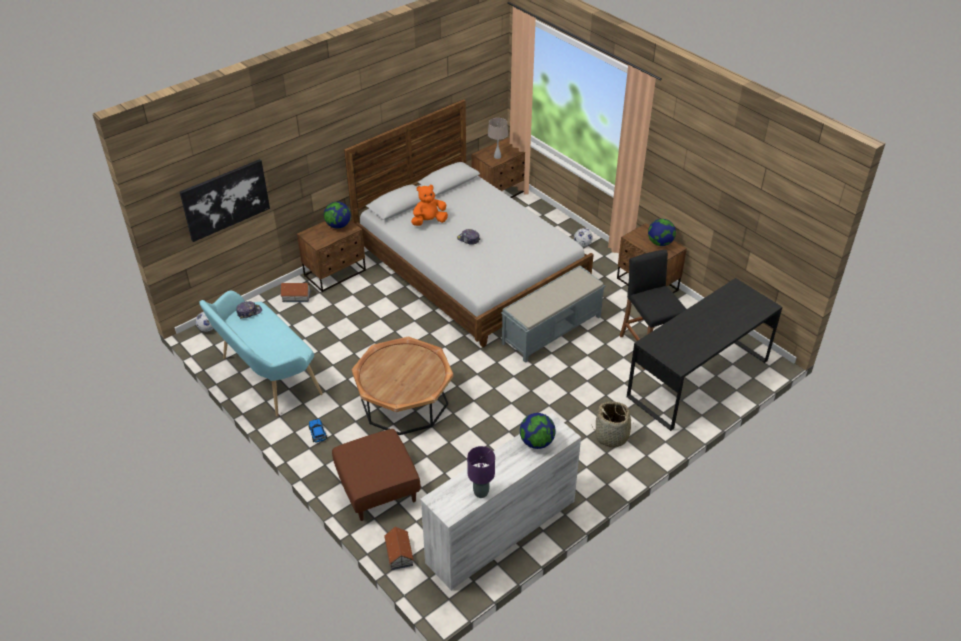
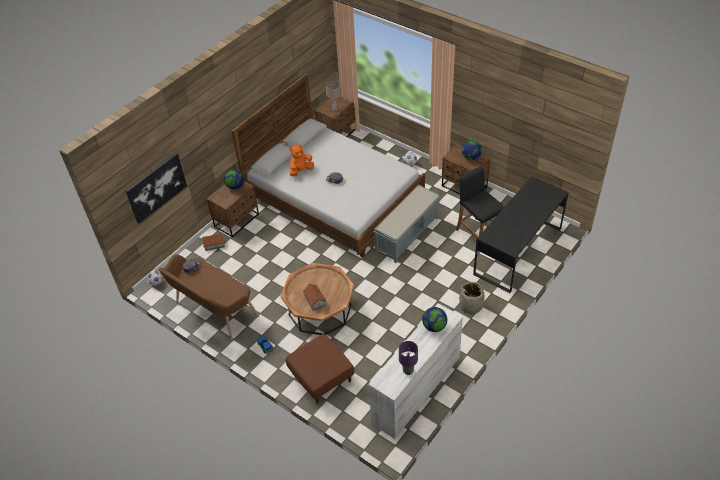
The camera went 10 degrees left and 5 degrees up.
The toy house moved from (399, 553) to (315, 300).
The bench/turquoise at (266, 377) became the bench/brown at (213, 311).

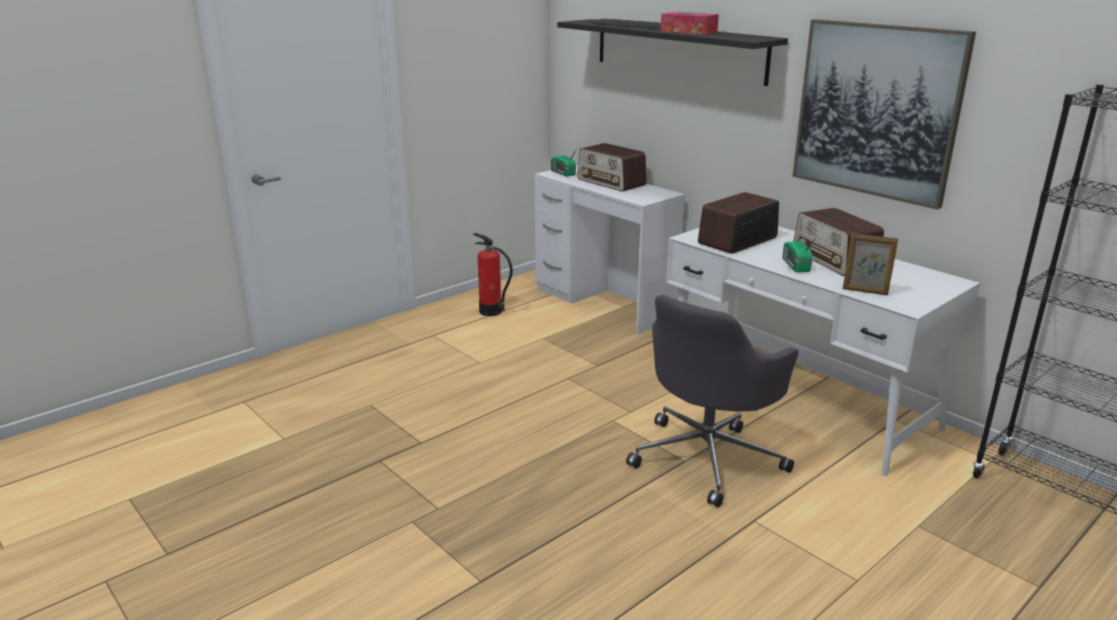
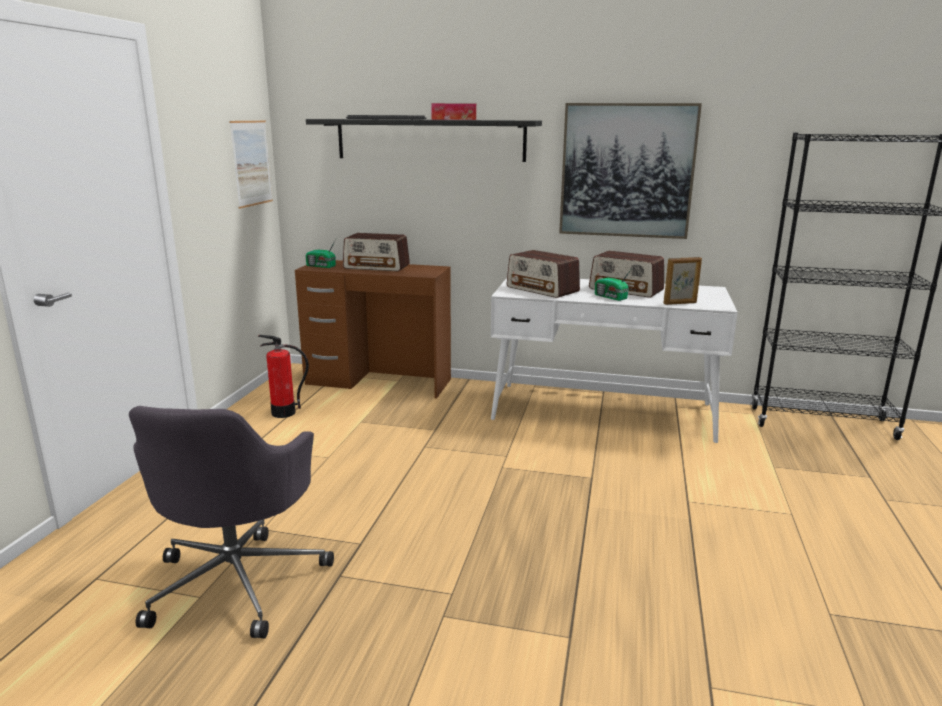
The camera went 35 degrees left and 5 degrees down.
The picture at (251, 163) appeared.
The office chair/grey moved from (708, 457) to (238, 580).
The desk/white at (604, 303) became the desk/brown at (378, 382).
The radio at (737, 240) turned 60 degrees counterclockwise.

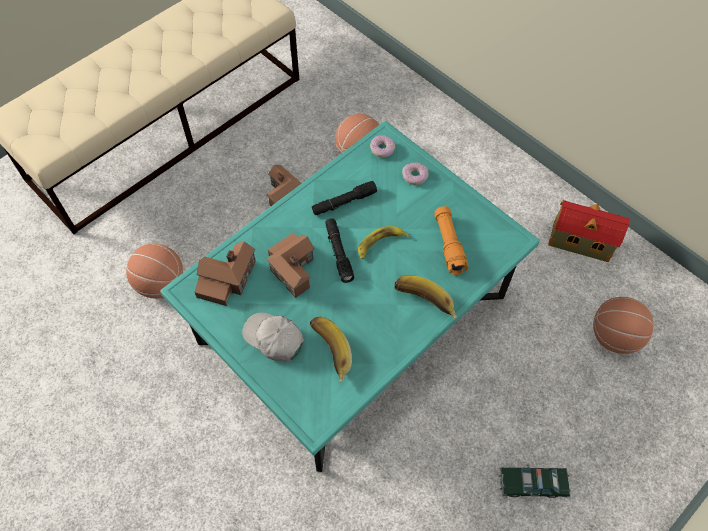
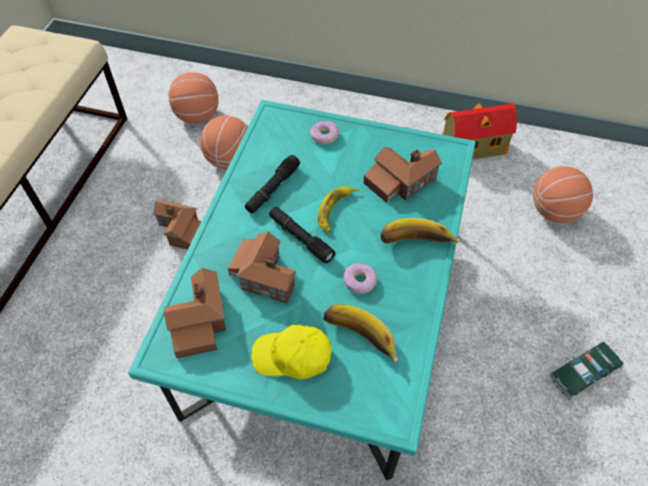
The camera went 30 degrees left and 5 degrees down.
The basketball moved from (160, 283) to (197, 116).
The donut moved from (382, 149) to (360, 281).
The flashlight/orange at (449, 245) was replaced by the toy house at (400, 181).
The cap/white at (274, 339) became the cap/yellow at (293, 356).

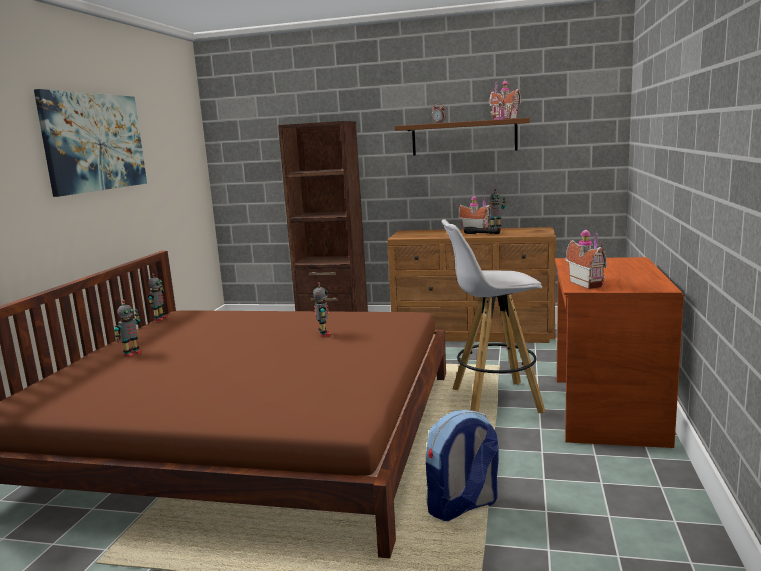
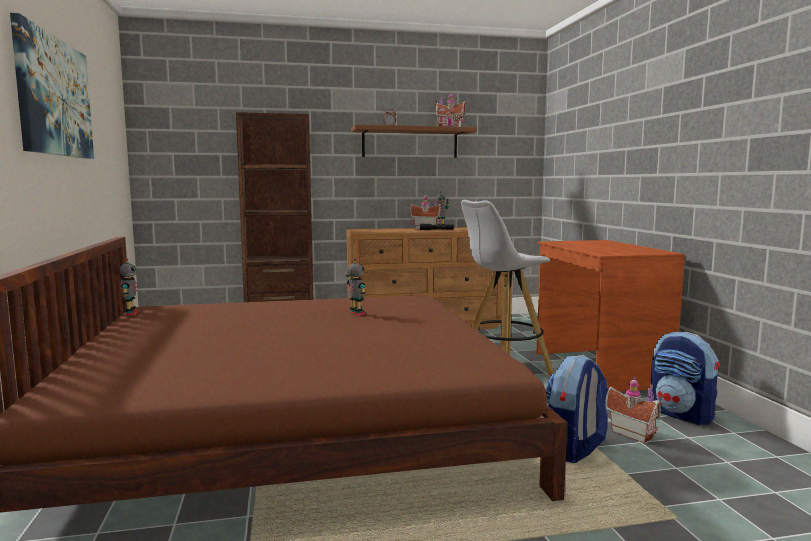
The camera went 25 degrees left and 5 degrees down.
The toy robot at (132, 354) disappeared.
The backpack at (682, 414) appeared.
The toy house moved from (588, 284) to (633, 433).

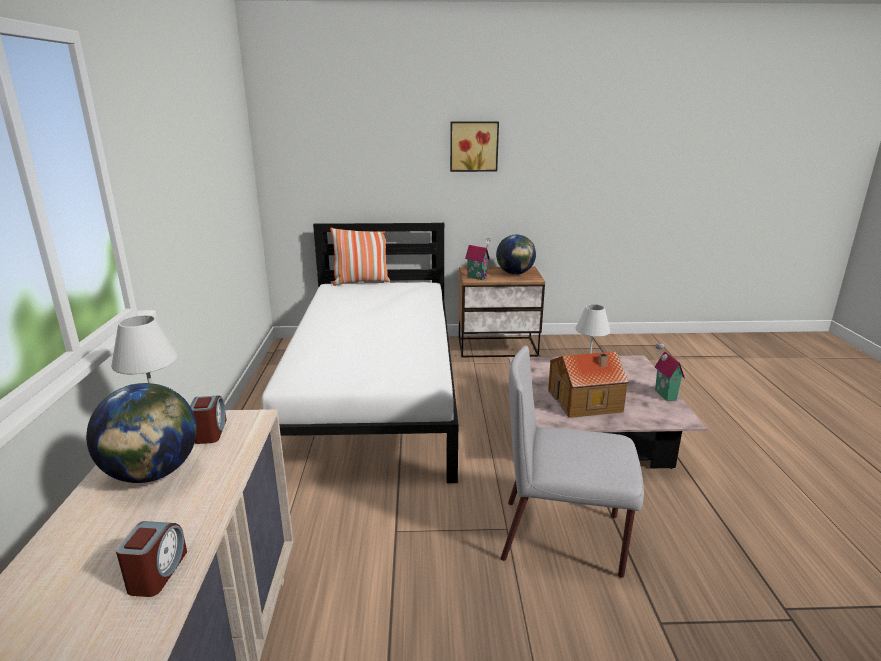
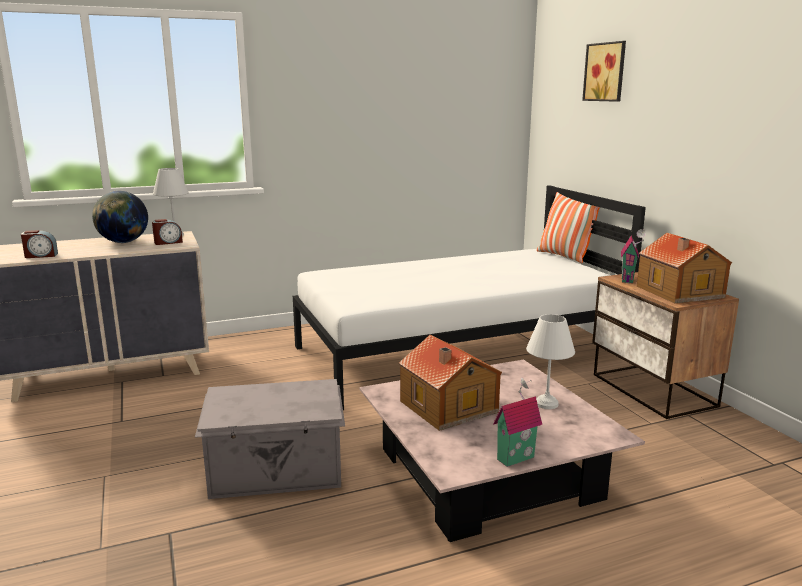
The camera went 70 degrees right and 5 degrees down.
The picture moved from (473, 146) to (606, 72).
The globe at (515, 273) was replaced by the toy house at (679, 292).
The chair/grey at (564, 537) was replaced by the storage box/grey at (277, 472).

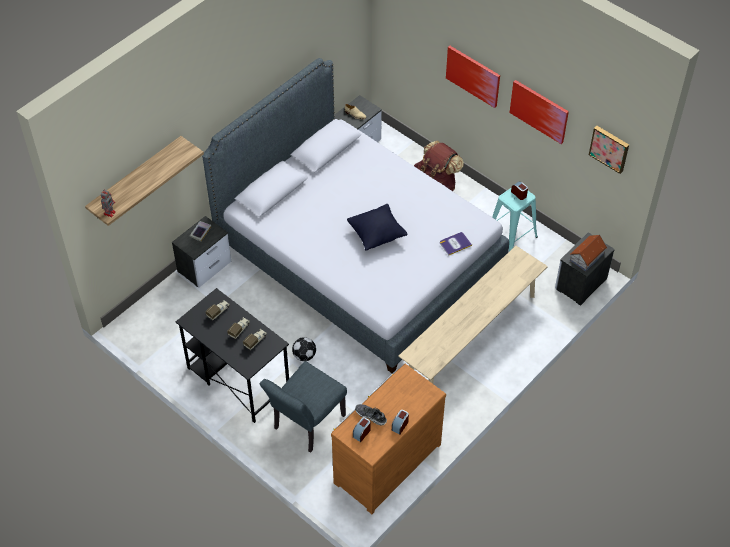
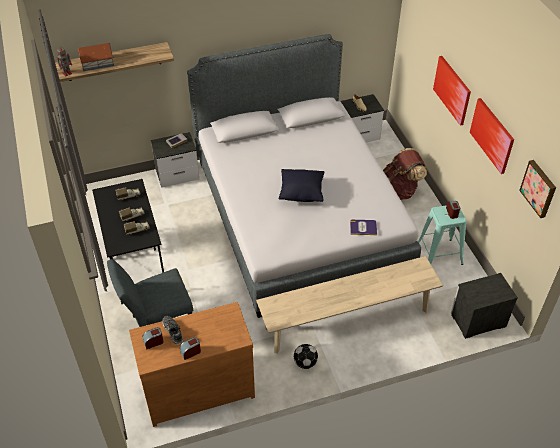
The camera went 30 degrees right and 5 degrees down.
The football moved from (304, 356) to (305, 363).
The toy house moved from (586, 257) to (97, 62).

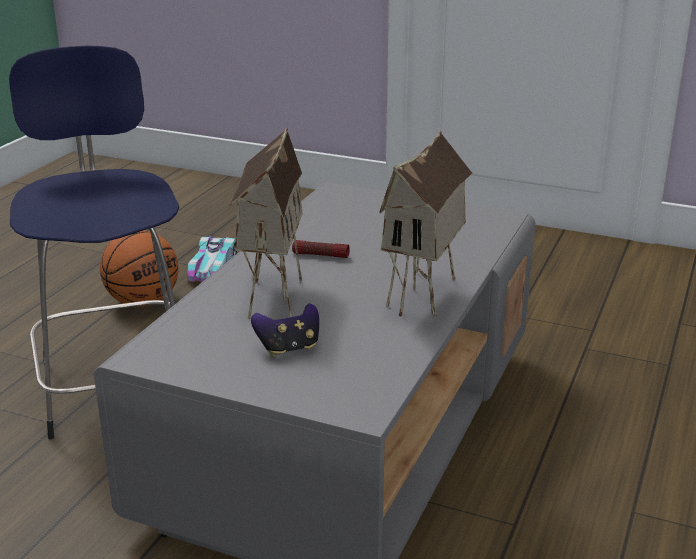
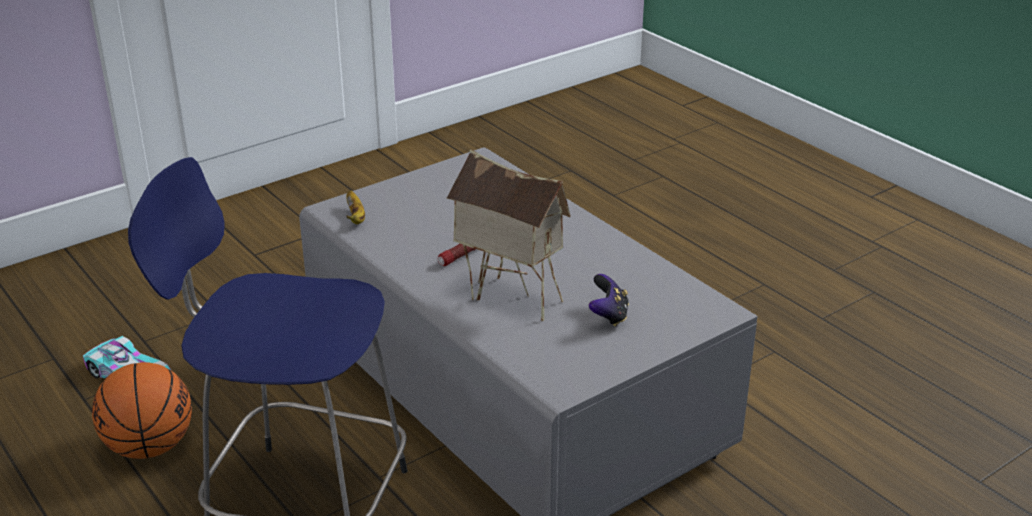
The camera went 60 degrees left and 5 degrees up.
The toy house at (425, 297) disappeared.
The banana at (356, 217) appeared.

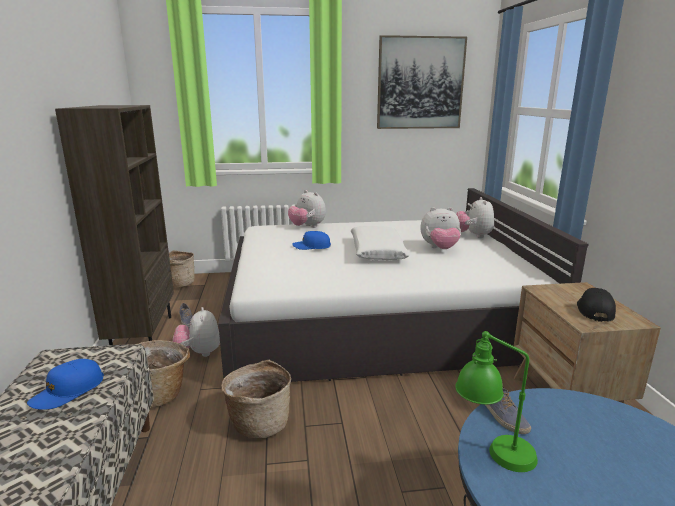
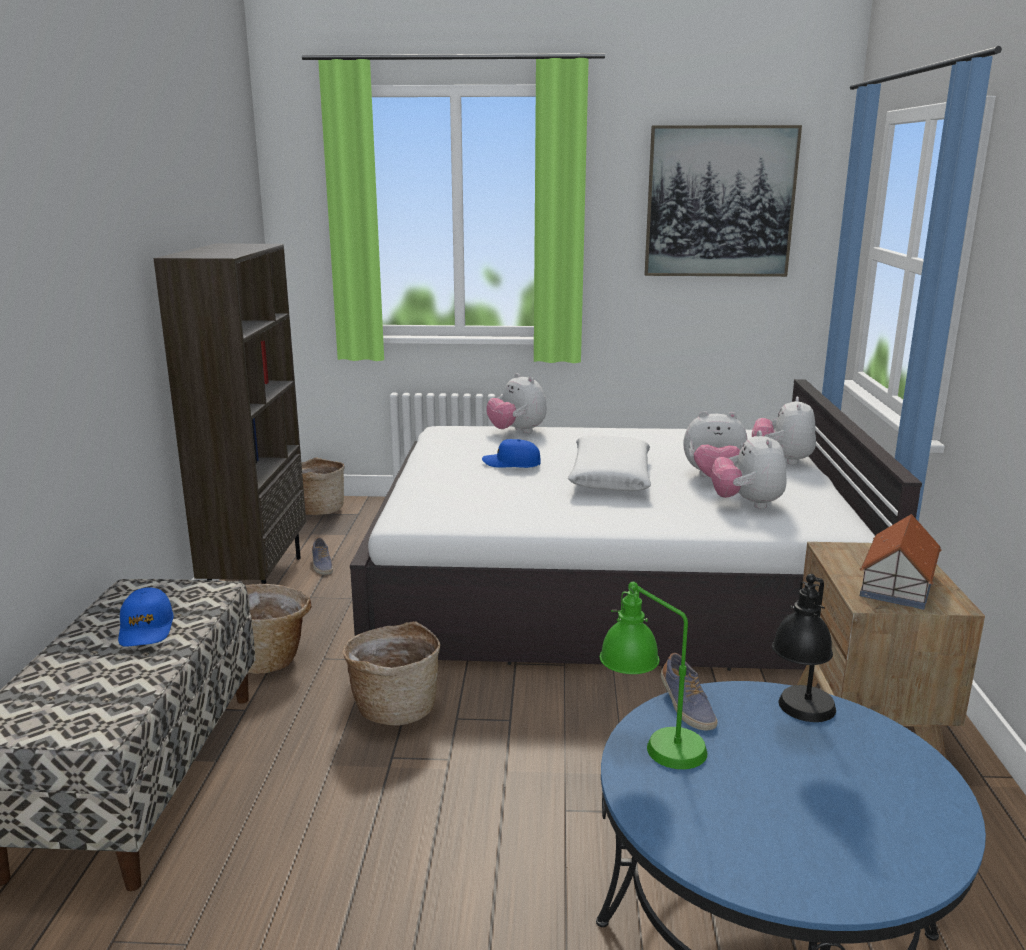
The camera went 10 degrees right and 0 degrees up.
The table lamp/black at (800, 718) appeared.
The plush toy moved from (199, 353) to (747, 504).
The cap/black at (594, 310) was replaced by the toy house at (896, 585).
The cap/blue at (68, 391) turned 60 degrees counterclockwise.

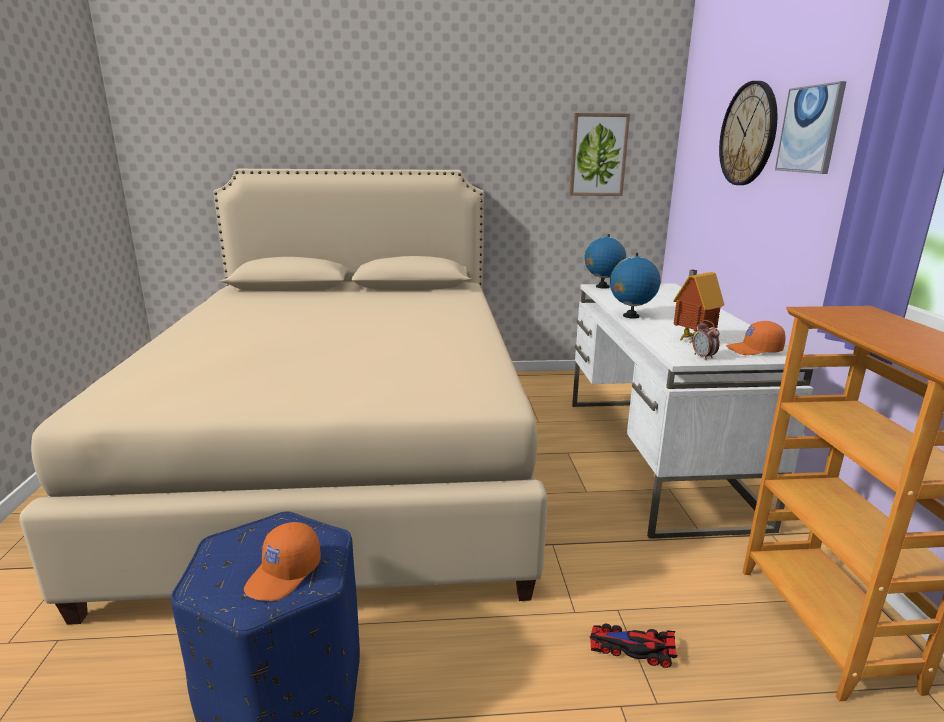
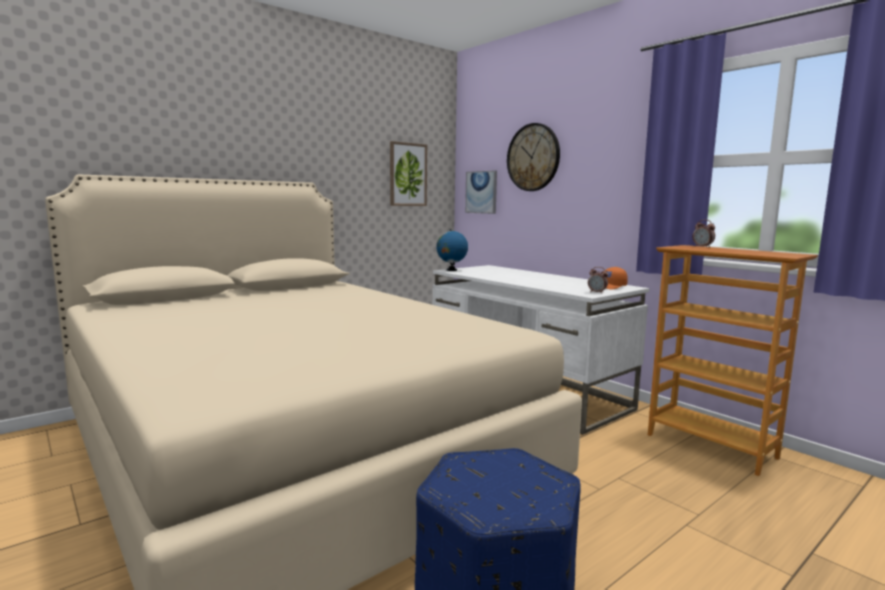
The camera went 35 degrees left and 10 degrees down.
The cap/orange at (284, 574) disappeared.
The toy car at (631, 647) disappeared.
The globe at (630, 316) disappeared.
The toy house at (691, 340) disappeared.
The alarm clock at (702, 247) appeared.
The picture moved from (810, 129) to (481, 192).

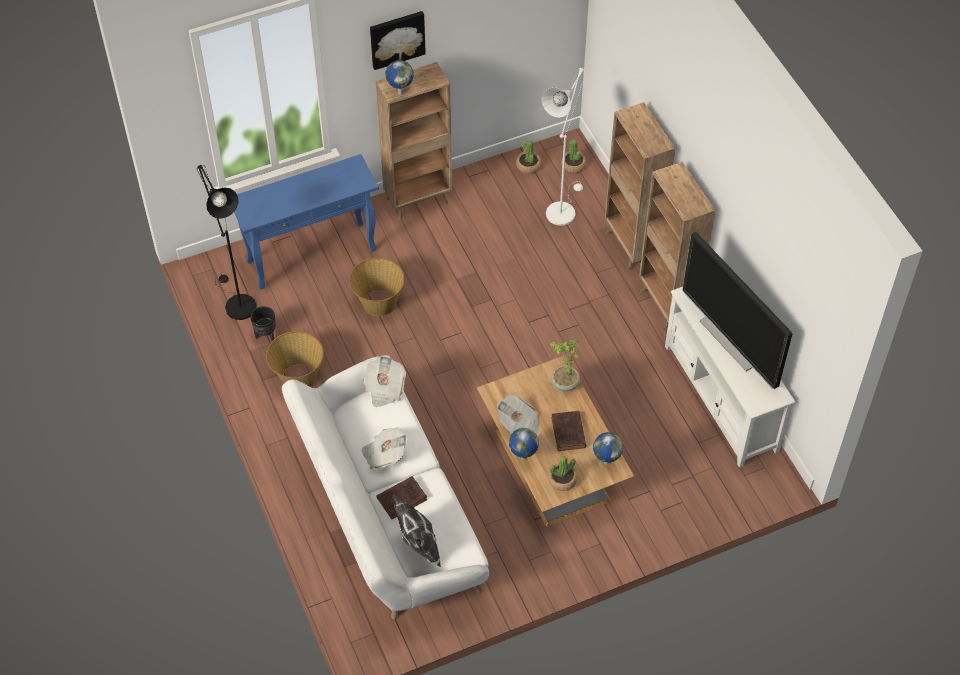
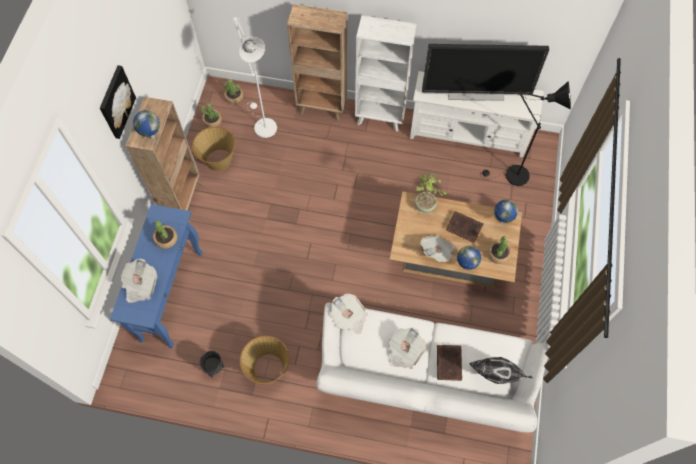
The camera went 55 degrees left and 10 degrees up.
The newspaper at (140, 285) appeared.
The potted plant at (166, 239) appeared.
The floor lamp/black moved from (237, 303) to (512, 176).
The basket moved from (378, 302) to (218, 160).
The bookcase/brown at (666, 305) became the bookcase/white at (380, 118).

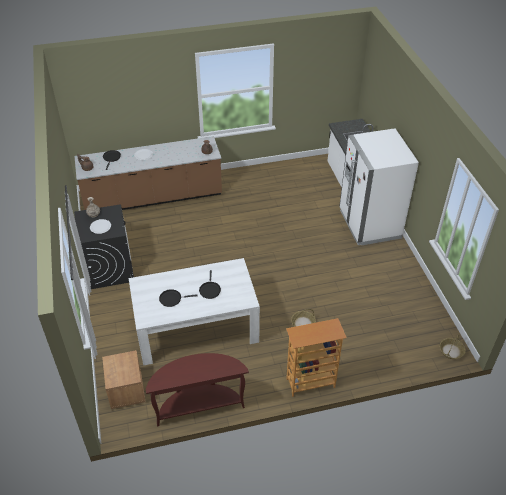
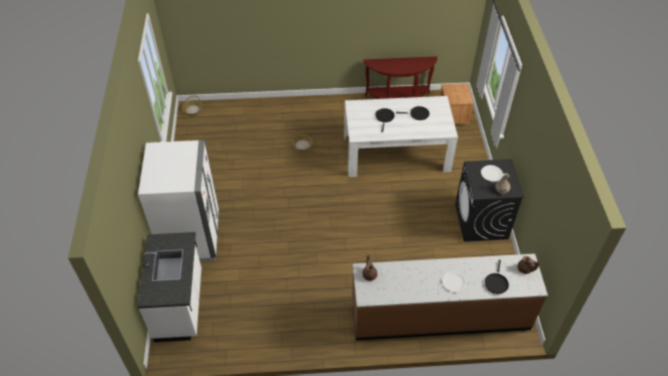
The camera went 170 degrees left and 5 degrees up.
The bookcase at (310, 383) disappeared.

